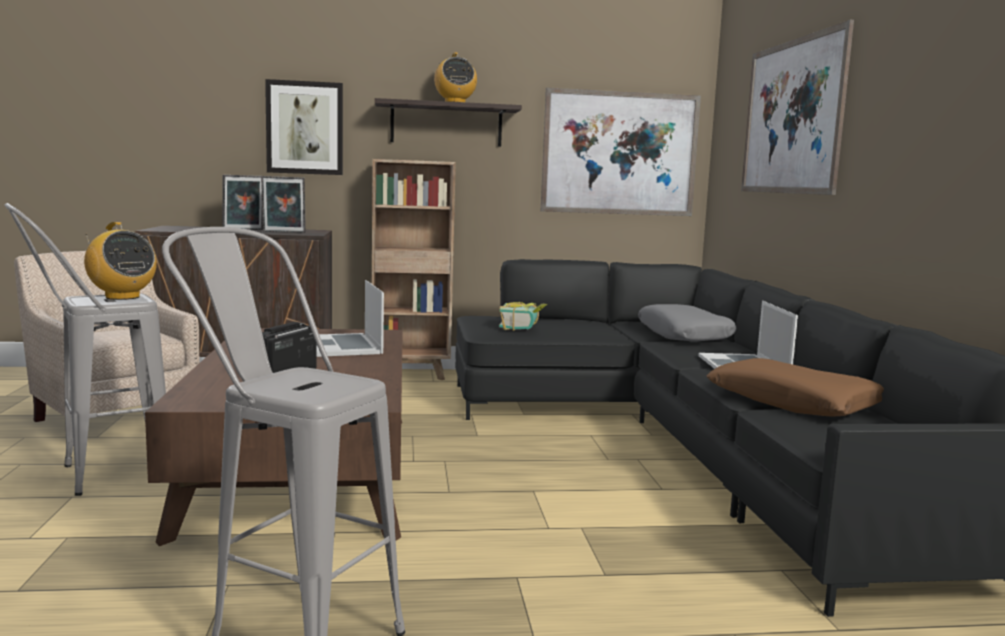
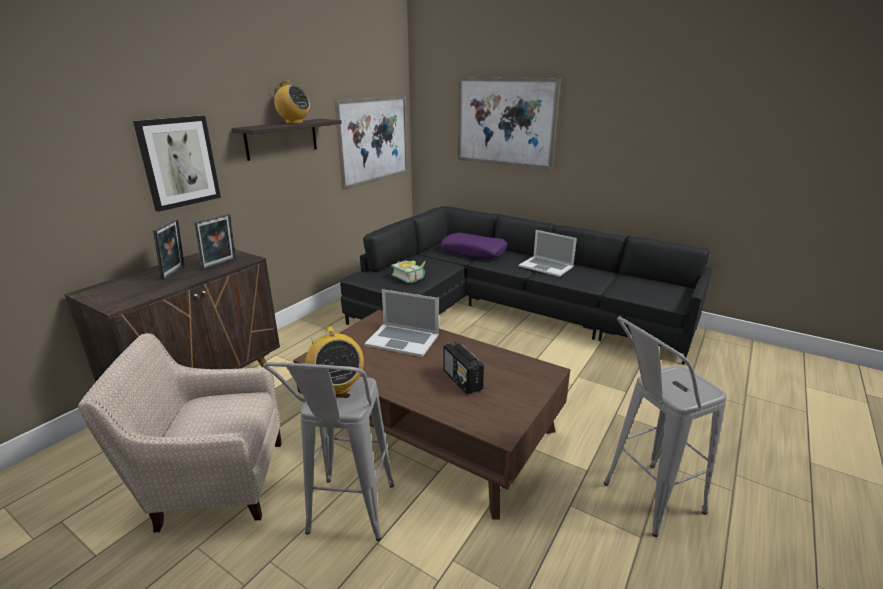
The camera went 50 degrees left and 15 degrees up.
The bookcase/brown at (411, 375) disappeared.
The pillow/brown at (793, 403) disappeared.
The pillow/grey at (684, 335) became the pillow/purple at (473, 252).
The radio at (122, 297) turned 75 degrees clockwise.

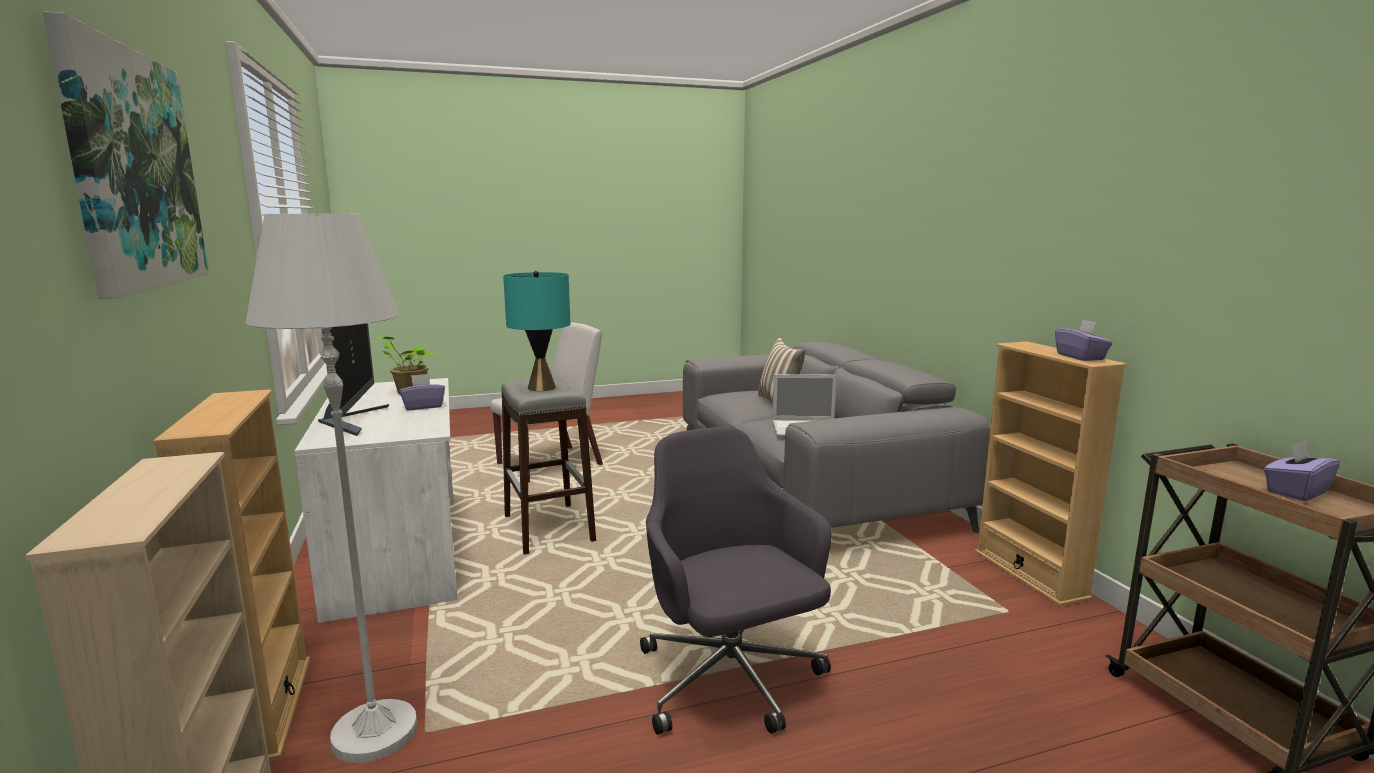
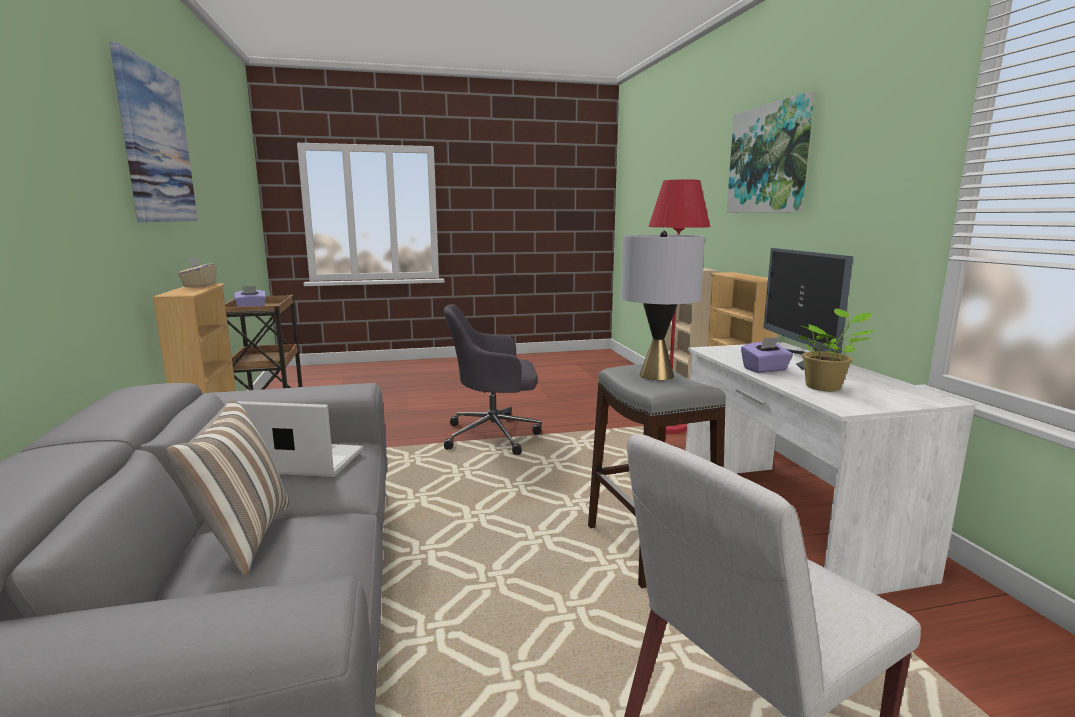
The camera went 175 degrees left and 0 degrees up.
The picture at (156, 144) appeared.
The floor lamp/white at (374, 733) became the floor lamp/red at (667, 427).
The table lamp/turquoise at (541, 388) became the table lamp/grey at (656, 375).
The tissue box/purple at (1080, 357) became the tissue box/beige at (199, 286).
The office chair/grey at (730, 681) turned 105 degrees clockwise.

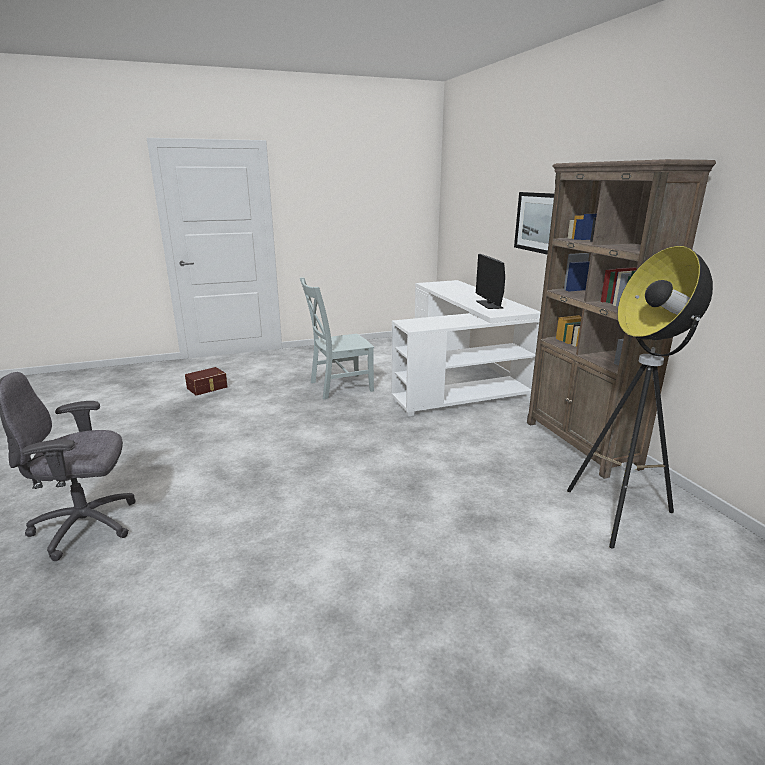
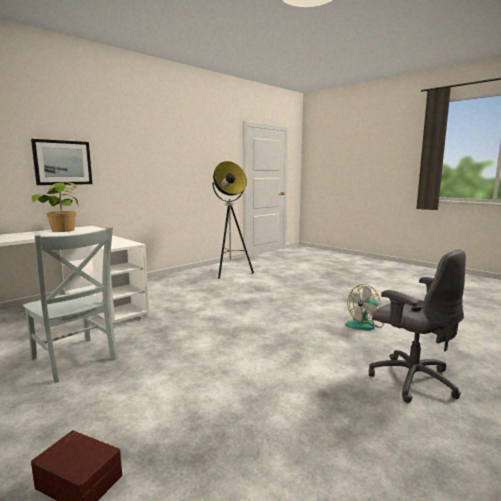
The camera went 115 degrees left and 10 degrees down.
The bookcase/brown at (580, 444) disappeared.
The fan at (365, 325) appeared.
The monitor at (489, 304) was replaced by the potted plant at (63, 232).

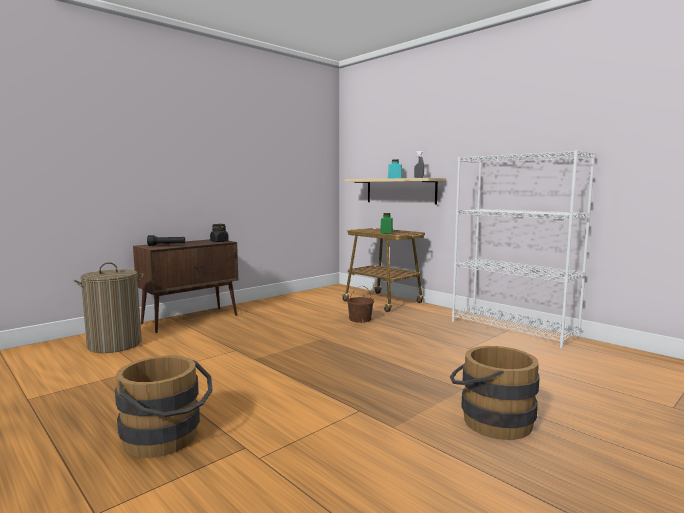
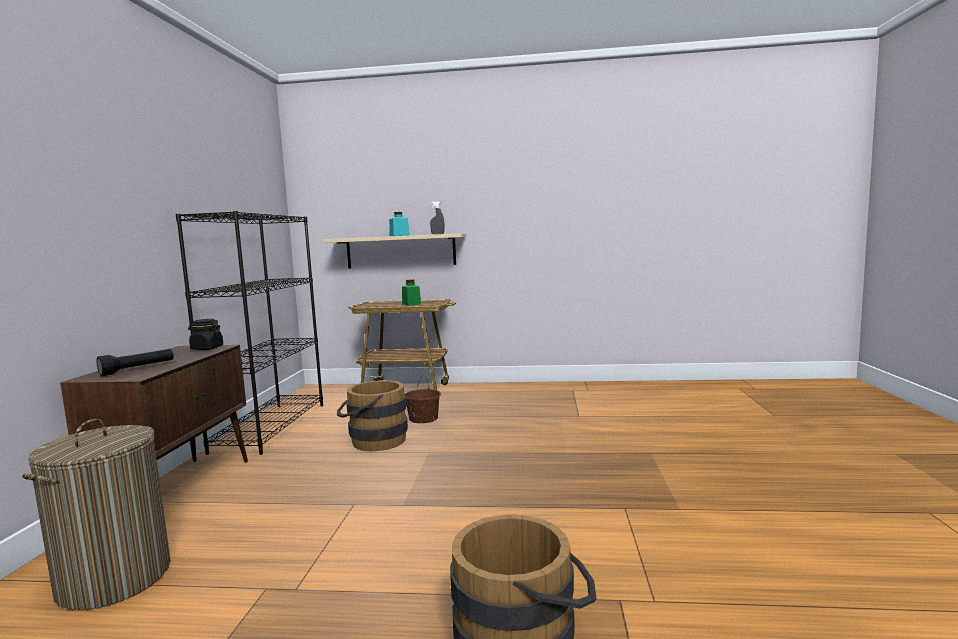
The camera went 40 degrees left and 0 degrees up.
The bookcase/white at (513, 329) disappeared.
The bookcase/black at (271, 427) appeared.
The bucket/brown moved from (490, 420) to (373, 441).

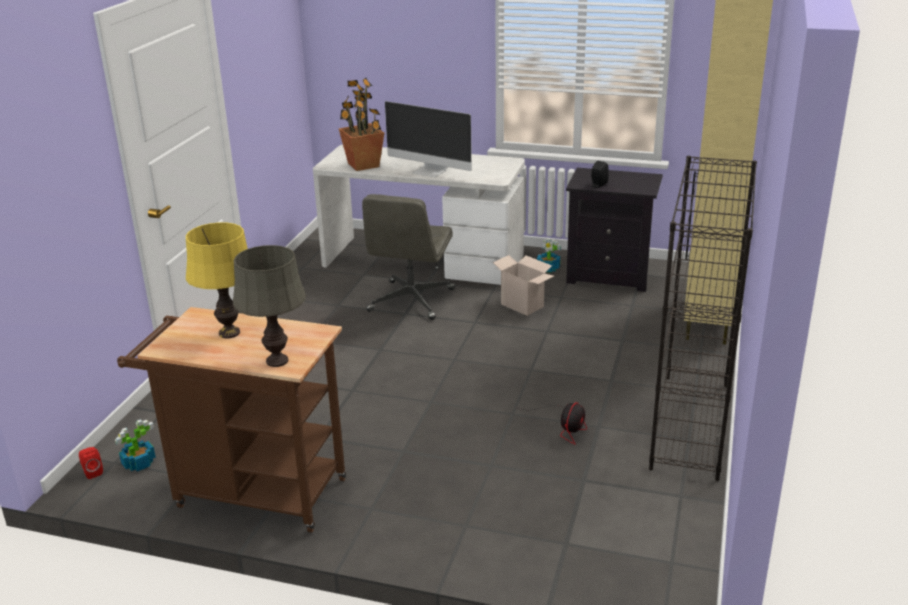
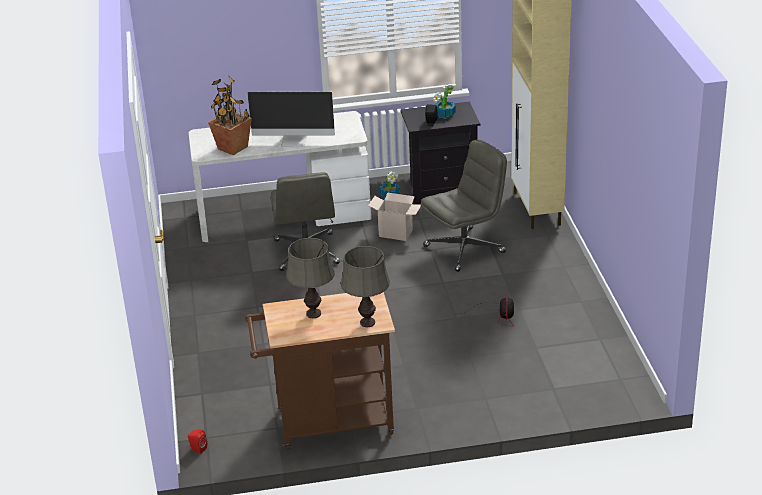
The camera went 25 degrees left and 5 degrees up.
The bookcase/black at (691, 425) disappeared.
The office chair/grey at (465, 249) appeared.
The potted plant moved from (138, 463) to (444, 115).
The table lamp/yellow at (230, 333) became the table lamp/grey at (313, 313).

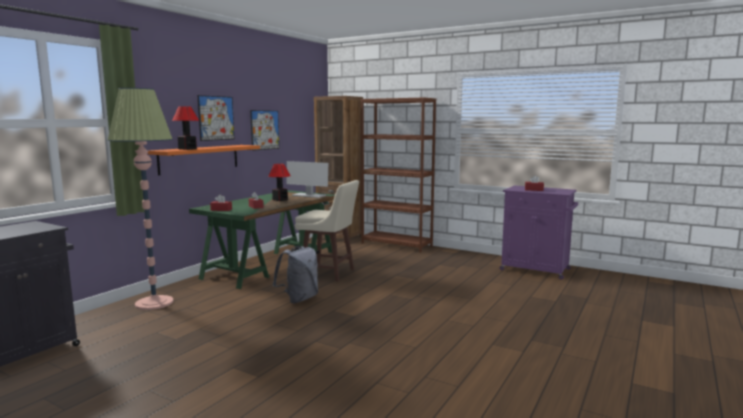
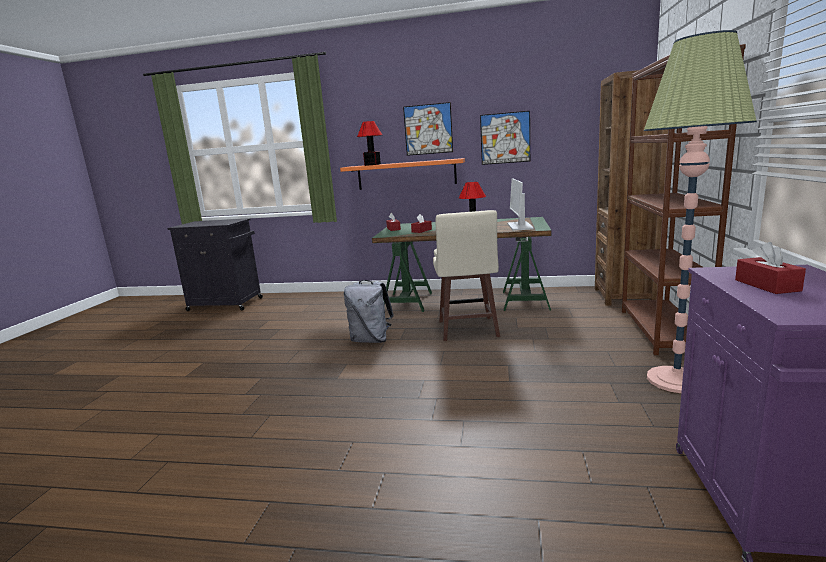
The camera went 70 degrees right and 5 degrees up.
The floor lamp moved from (154, 303) to (676, 380).

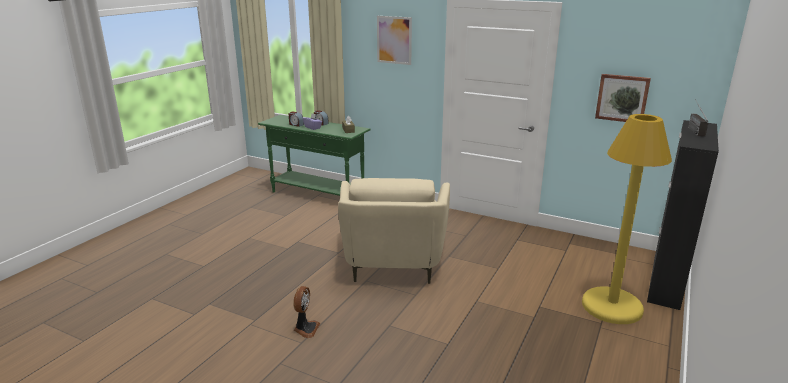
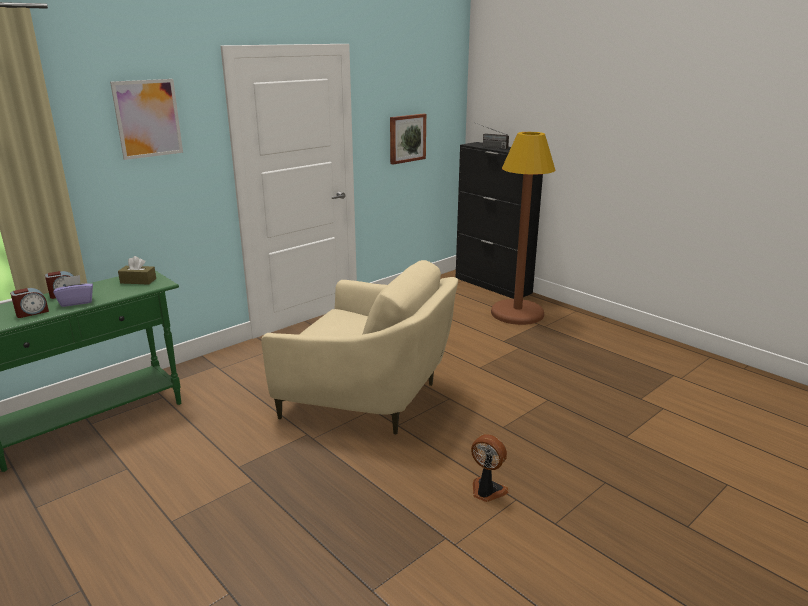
The camera went 70 degrees left and 0 degrees up.
The floor lamp/yellow at (612, 306) became the floor lamp/brown at (517, 313).

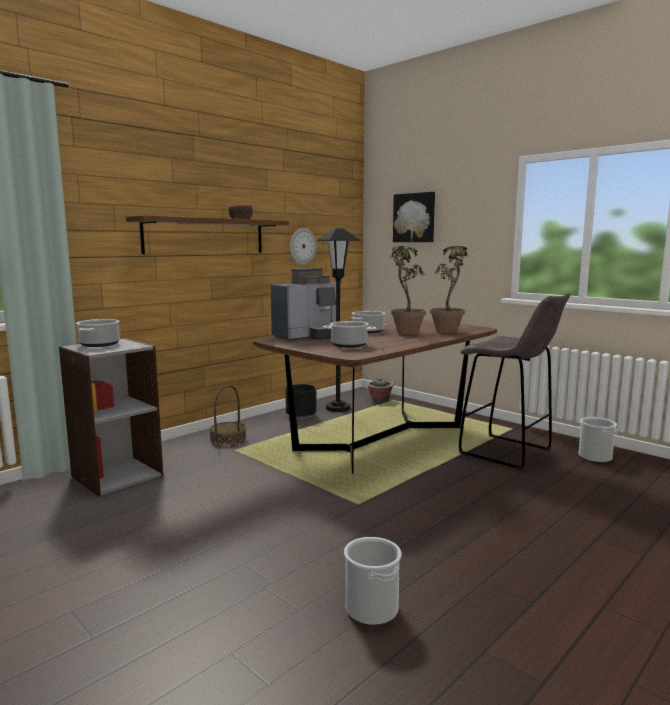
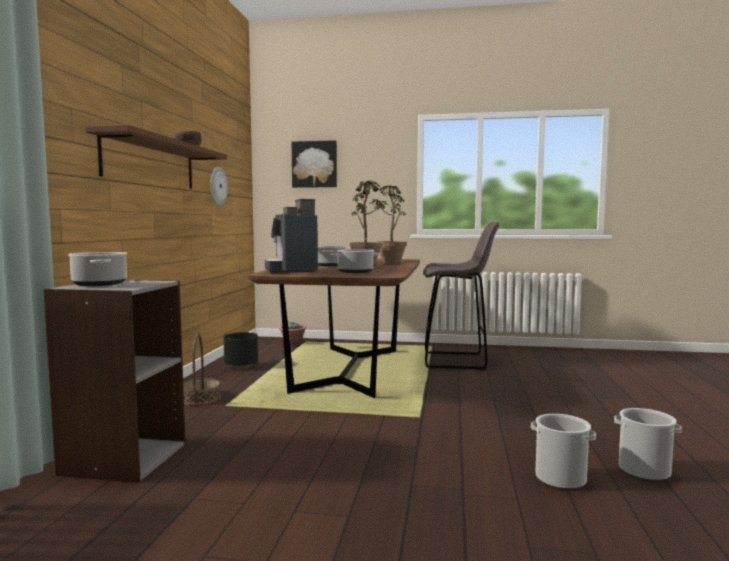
The camera went 35 degrees left and 5 degrees down.
The floor lamp/black at (338, 408) disappeared.
The bucket moved from (595, 457) to (644, 471).
The coffee machine at (308, 336) turned 150 degrees clockwise.

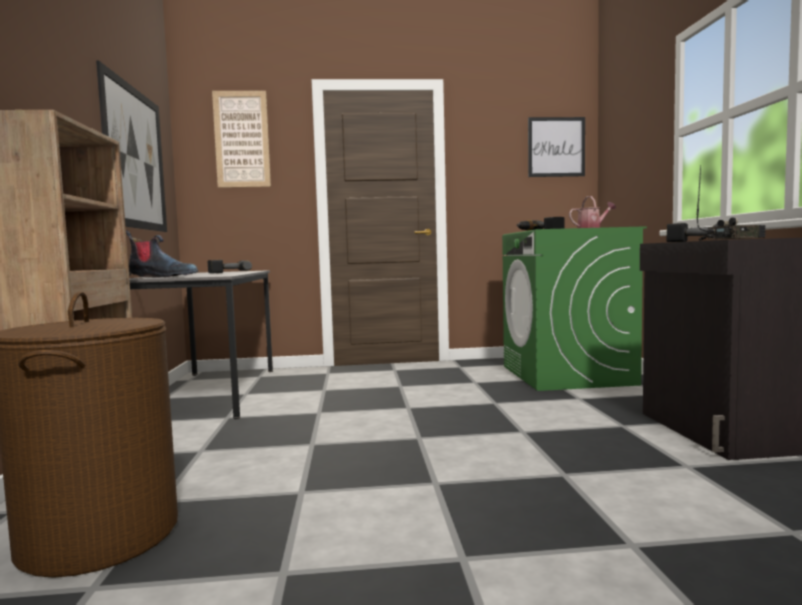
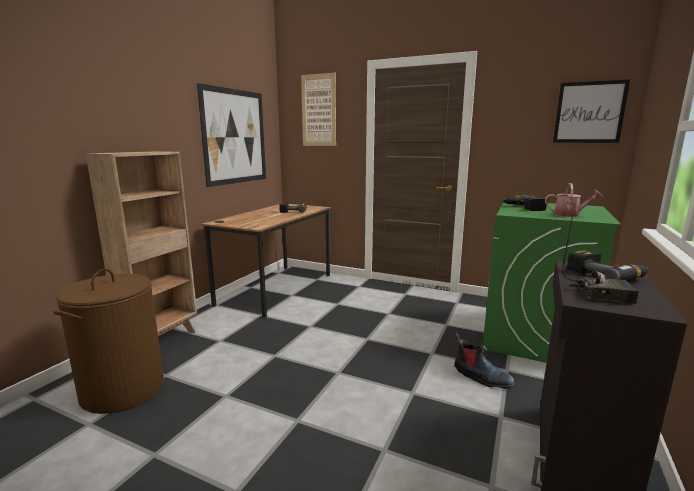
The camera went 30 degrees right and 10 degrees up.
The boot moved from (161, 277) to (481, 377).
The desk/grey at (212, 393) became the desk/brown at (276, 289).

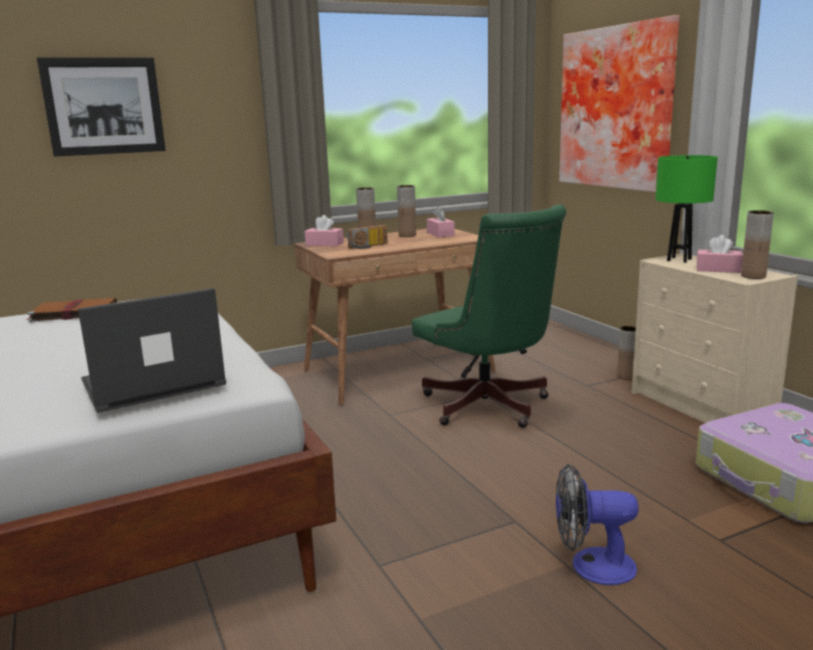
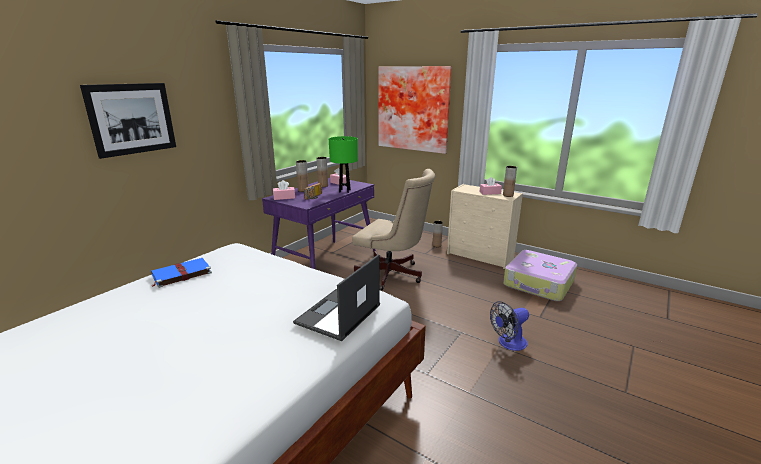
The camera went 30 degrees left and 5 degrees up.
The table lamp/green moved from (679, 260) to (344, 191).
The book/brown at (72, 313) became the book/blue at (180, 274).
The desk/brown at (399, 371) became the desk/purple at (325, 263).
The office chair/green at (489, 408) became the office chair/beige at (393, 275).

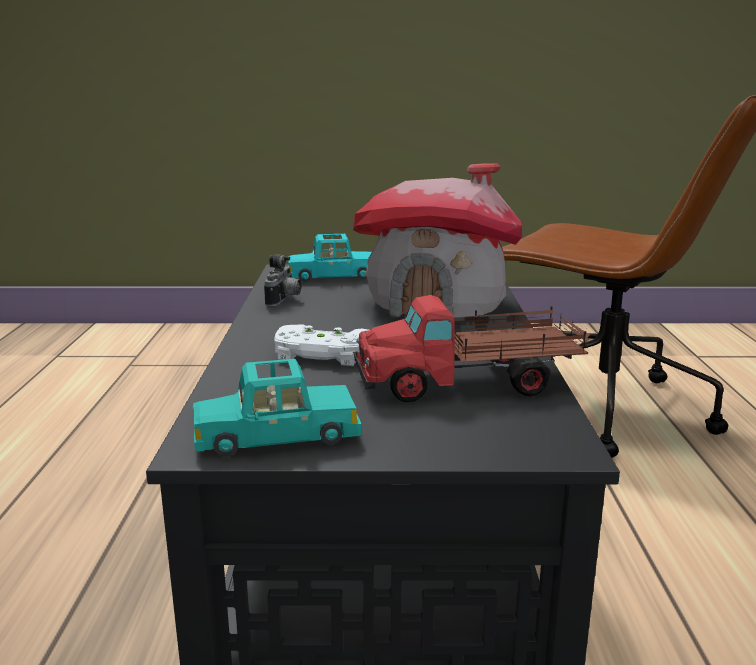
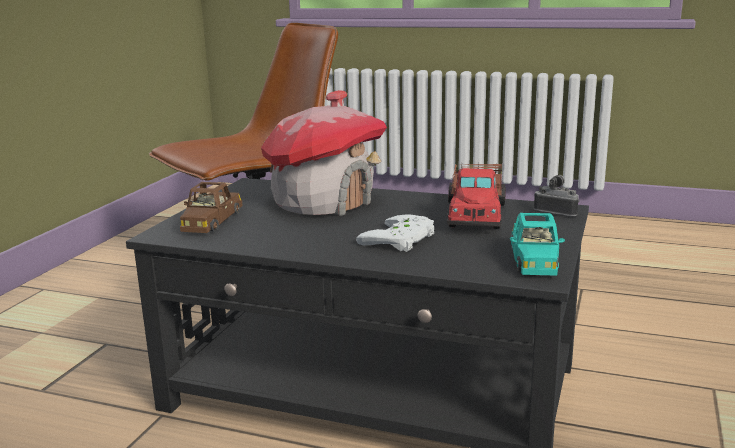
The camera went 70 degrees left and 0 degrees up.
The photo camera moved from (284, 301) to (556, 212).
The toy car/turquoise at (333, 277) became the toy car/brown at (211, 222).

